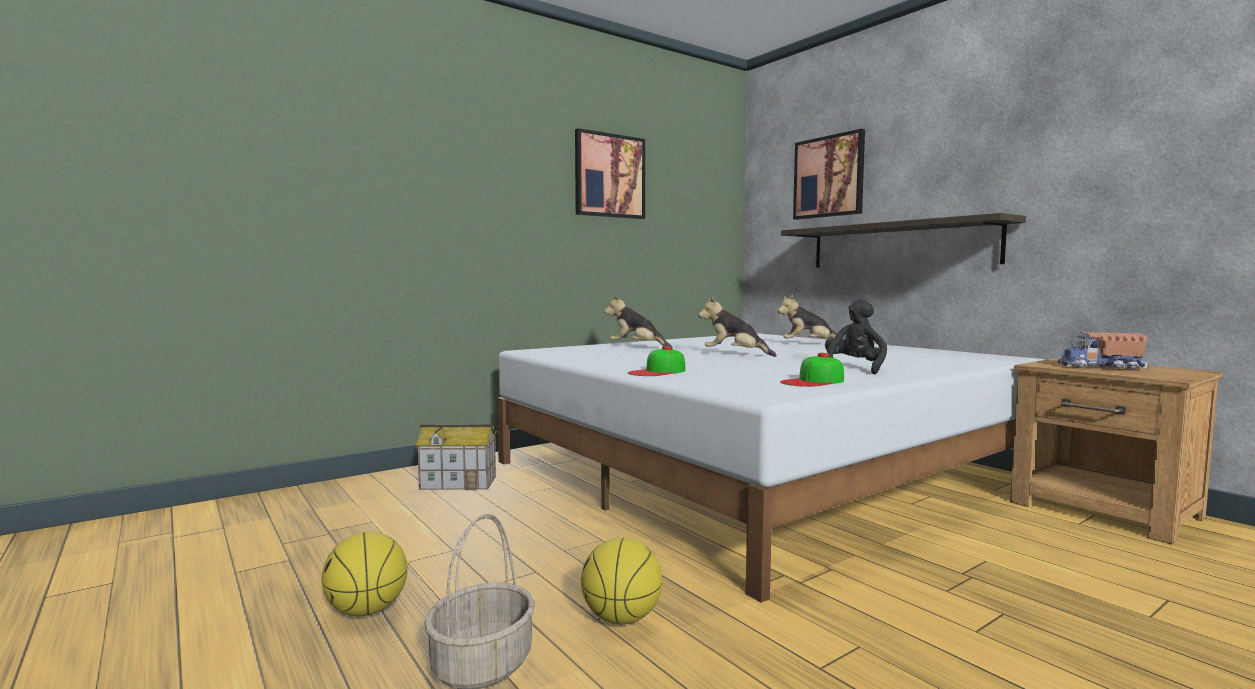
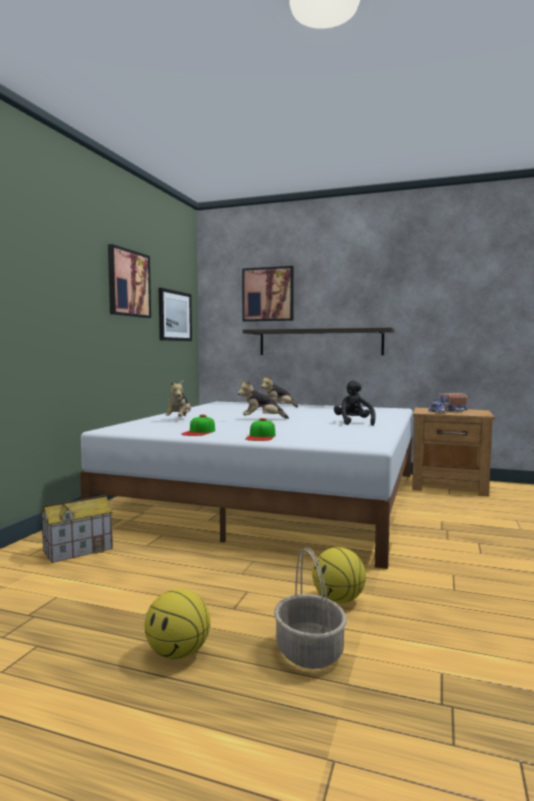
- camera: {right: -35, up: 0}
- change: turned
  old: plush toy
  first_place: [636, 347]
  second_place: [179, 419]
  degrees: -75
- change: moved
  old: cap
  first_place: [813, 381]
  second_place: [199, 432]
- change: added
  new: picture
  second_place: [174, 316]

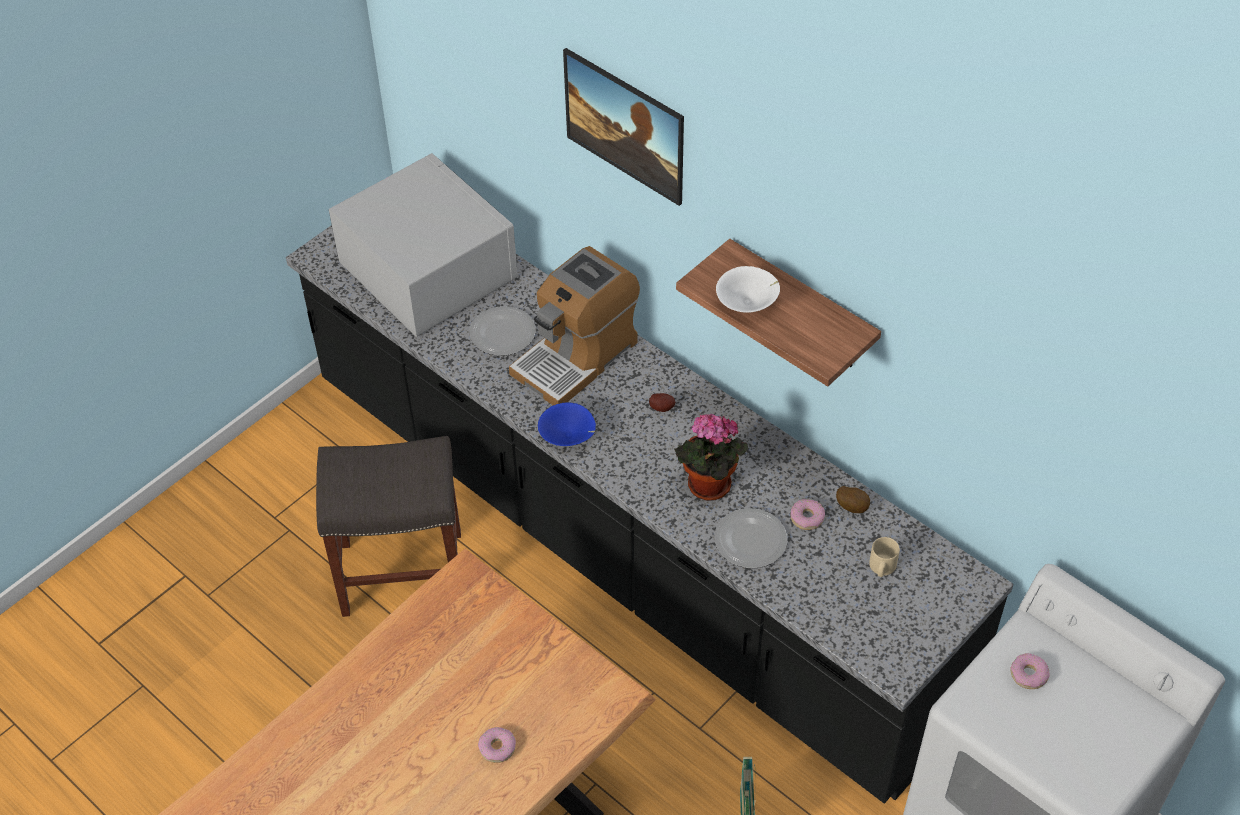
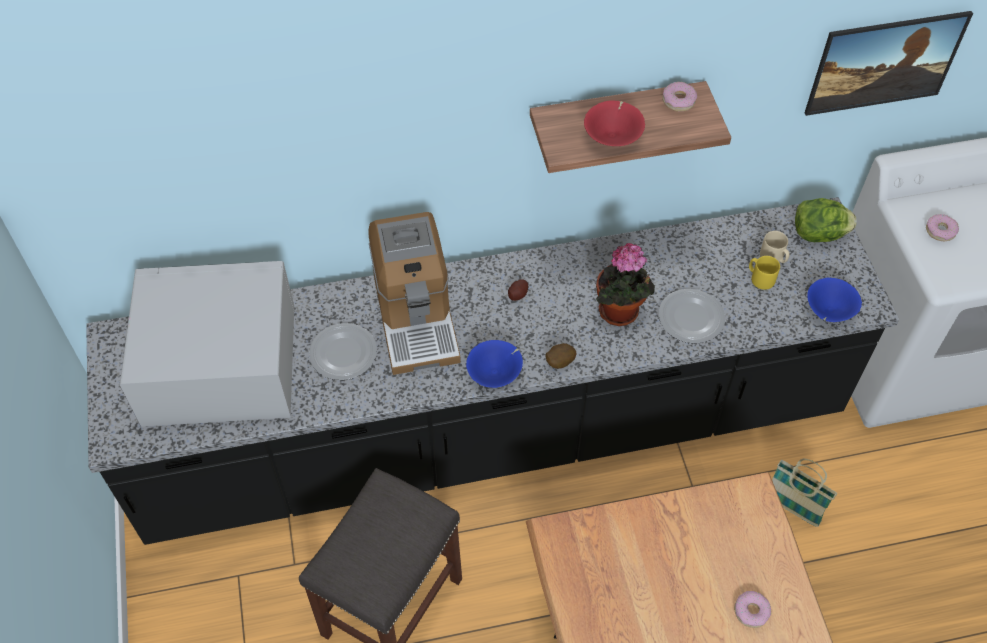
- camera: {right: -55, up: 5}
- change: moved
  old: picture
  first_place: [624, 147]
  second_place: [877, 83]
- change: recoloured
  old: white bowl
  new: red bowl
  first_place: [748, 304]
  second_place: [613, 137]
- change: moved
  old: potato
  first_place: [852, 506]
  second_place: [559, 362]
- change: moved
  old: donut
  first_place: [807, 517]
  second_place: [678, 101]
- change: added
  new: lettuce
  second_place: [818, 234]
- change: added
  new: yellow mug
  second_place: [760, 278]
- change: added
  new: blue bowl
  second_place: [828, 311]

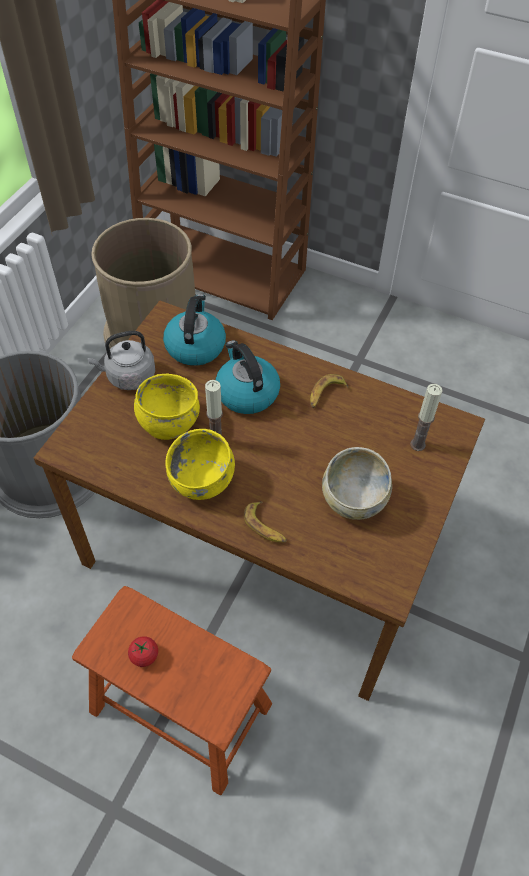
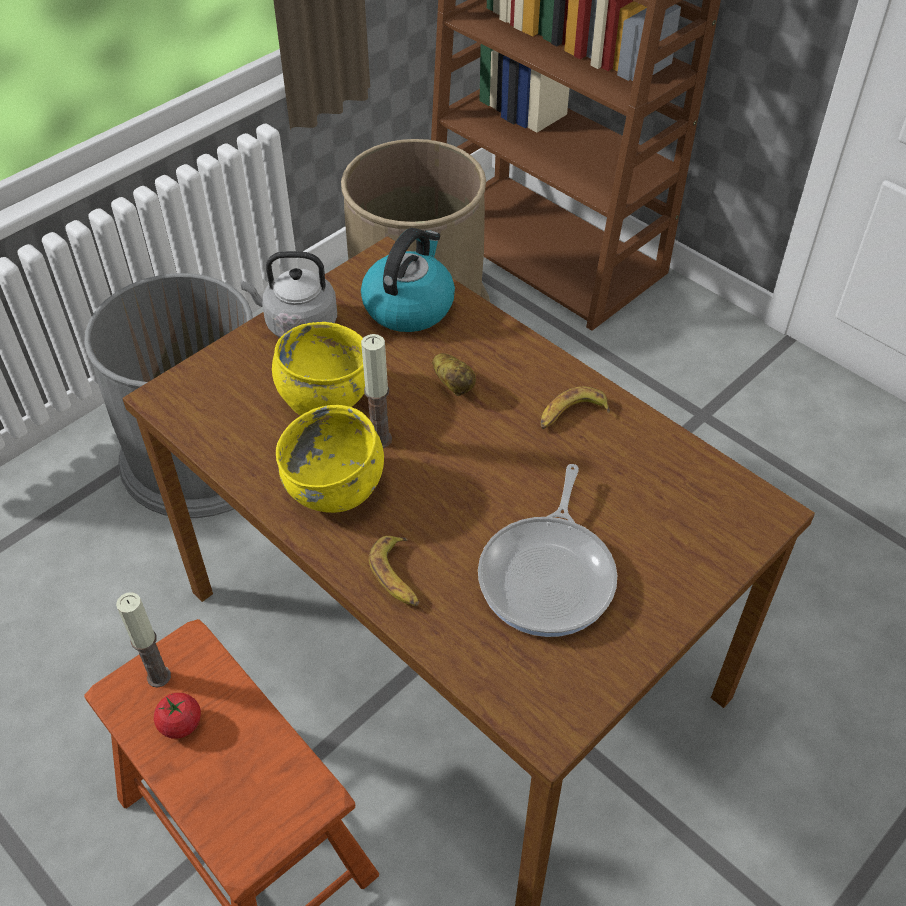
- camera: {right: 20, up: -5}
- change: replaced
  old: kettle
  new: potato
  first_place: [246, 392]
  second_place: [454, 384]
- change: moved
  old: candle
  first_place: [417, 444]
  second_place: [159, 676]
- change: replaced
  old: beige bowl
  new: frying pan
  first_place: [353, 499]
  second_place: [549, 575]

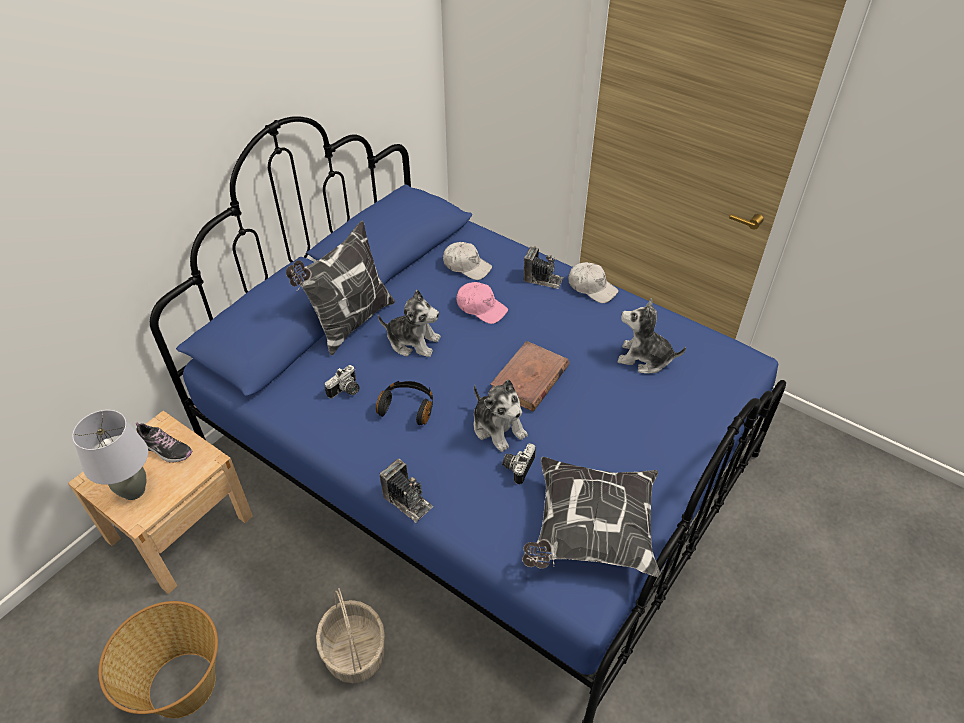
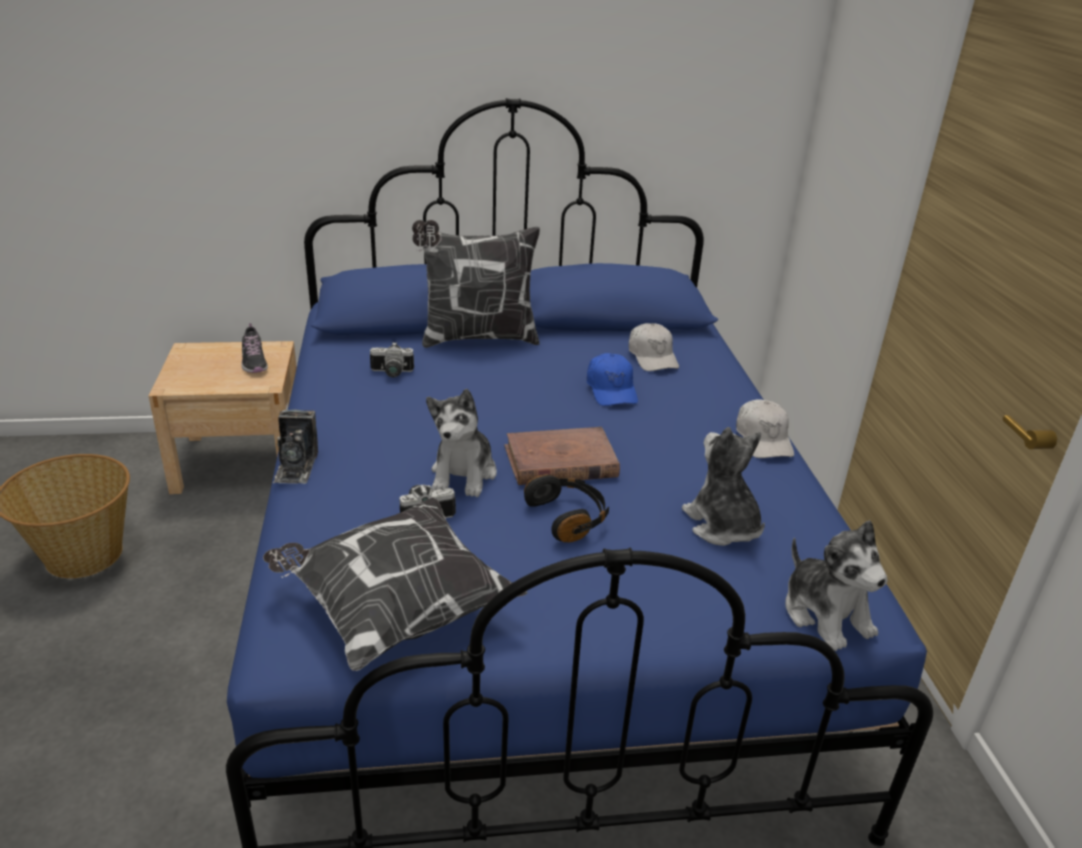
- camera: {right: 45, up: -15}
- change: removed
  old: photo camera
  first_place: [543, 279]
- change: recoloured
  old: pink cap
  new: blue cap
  first_place: [481, 308]
  second_place: [611, 390]
- change: moved
  old: plush toy
  first_place: [413, 342]
  second_place: [826, 614]
- change: moved
  old: black headphones
  first_place: [408, 407]
  second_place: [568, 517]
- change: removed
  old: grey table lamp
  first_place: [134, 491]
- change: removed
  old: basket
  first_place: [354, 651]

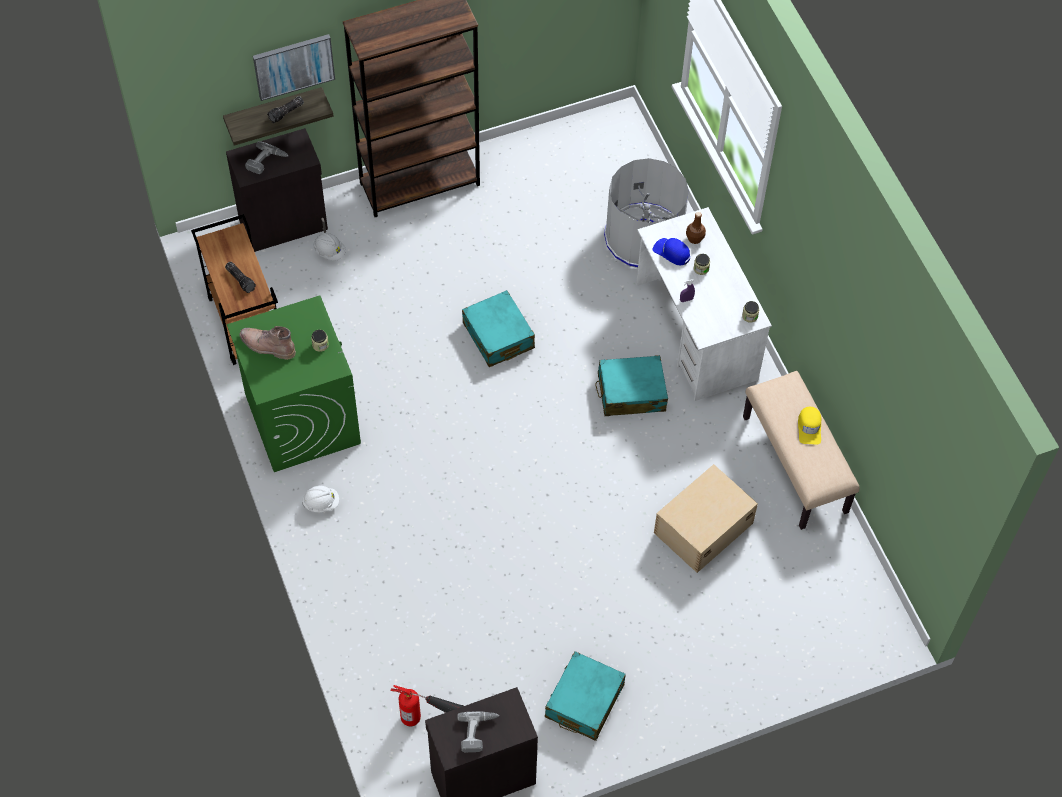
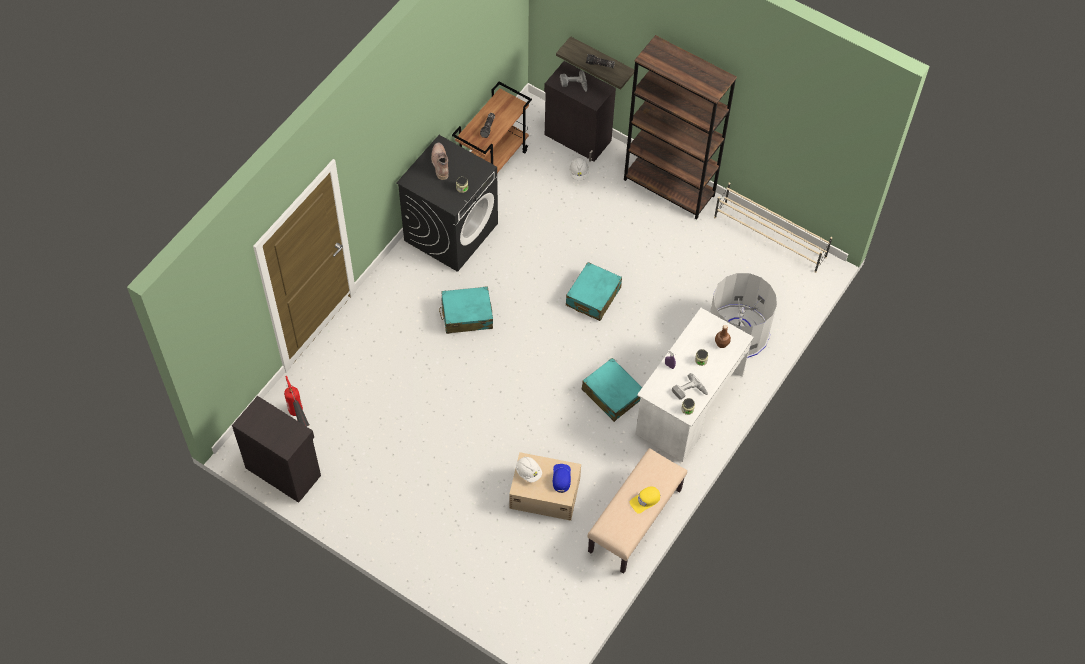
- camera: {right: 55, up: 0}
- change: removed
  old: picture
  first_place: [293, 65]
- change: moved
  old: blue cap
  first_place: [672, 252]
  second_place: [561, 478]
- change: recoloured
  old: green washing machine
  new: black washing machine
  first_place: [301, 418]
  second_place: [451, 231]
- change: moved
  old: white hard hat
  first_place: [321, 503]
  second_place: [528, 472]
- change: moved
  old: turquoise suitcase
  first_place: [584, 701]
  second_place: [466, 315]
- change: moved
  old: power drill
  first_place: [478, 732]
  second_place: [689, 392]
- change: added
  new: beige shoe rack
  second_place: [770, 237]

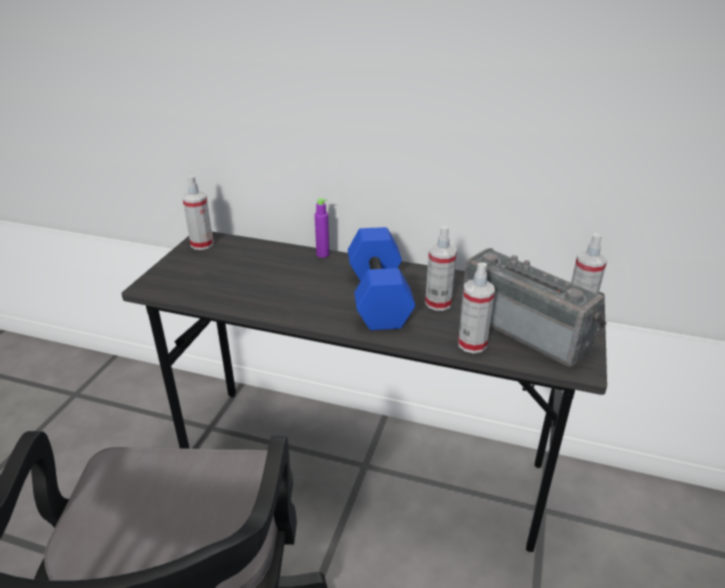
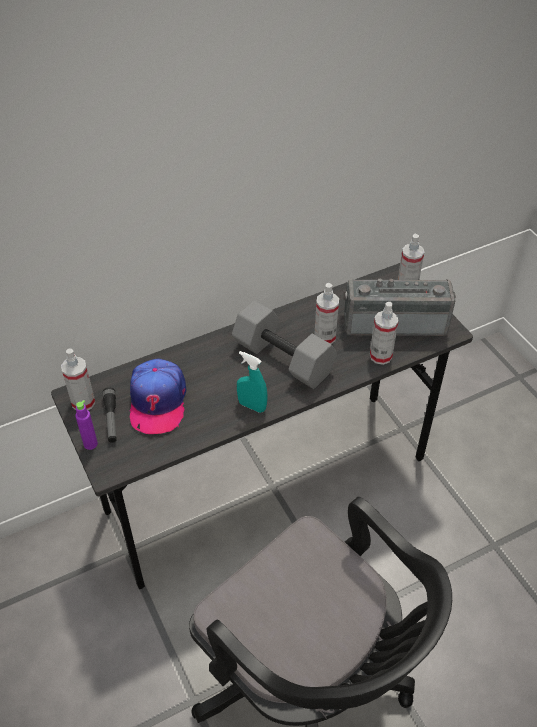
- camera: {right: -45, up: 15}
- change: moved
  old: purple bottle
  first_place: [323, 254]
  second_place: [90, 444]
- change: recoloured
  old: blue dumbbell
  new: grey dumbbell
  first_place: [380, 297]
  second_place: [285, 358]
- change: added
  new: turquoise spray bottle
  second_place: [252, 406]
- change: added
  new: cap
  second_place: [157, 401]
- change: added
  new: flashlight
  second_place: [111, 419]

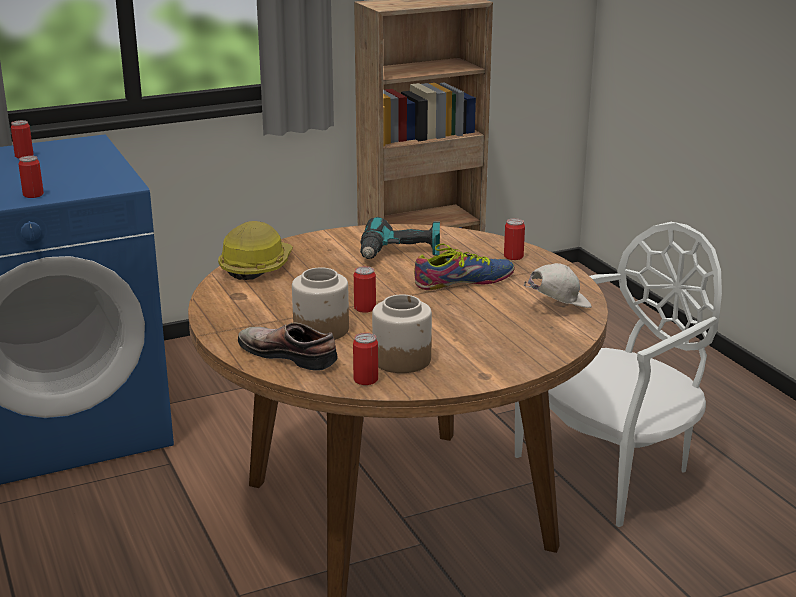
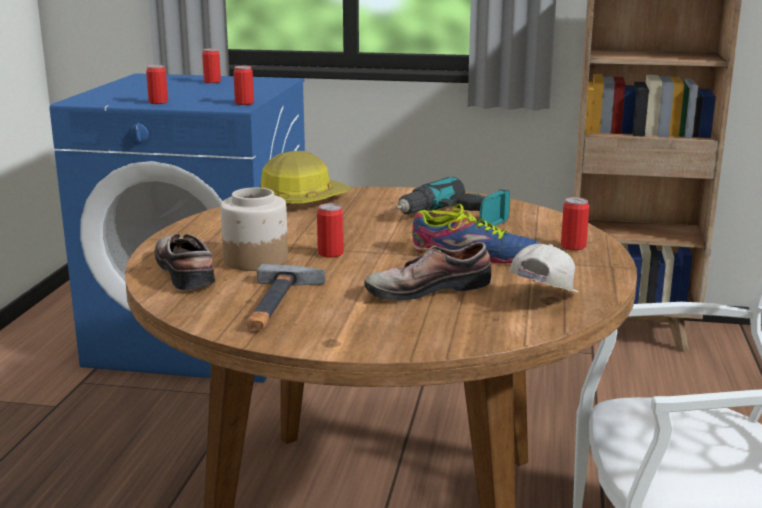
- camera: {right: 35, up: -5}
- change: turned
  old: white cap
  first_place: [557, 305]
  second_place: [540, 301]
  degrees: -75
- change: replaced
  old: jar
  new: hammer
  first_place: [402, 359]
  second_place: [278, 304]
- change: moved
  old: can
  first_place: [365, 380]
  second_place: [244, 103]
- change: added
  new: shoe
  second_place: [425, 288]

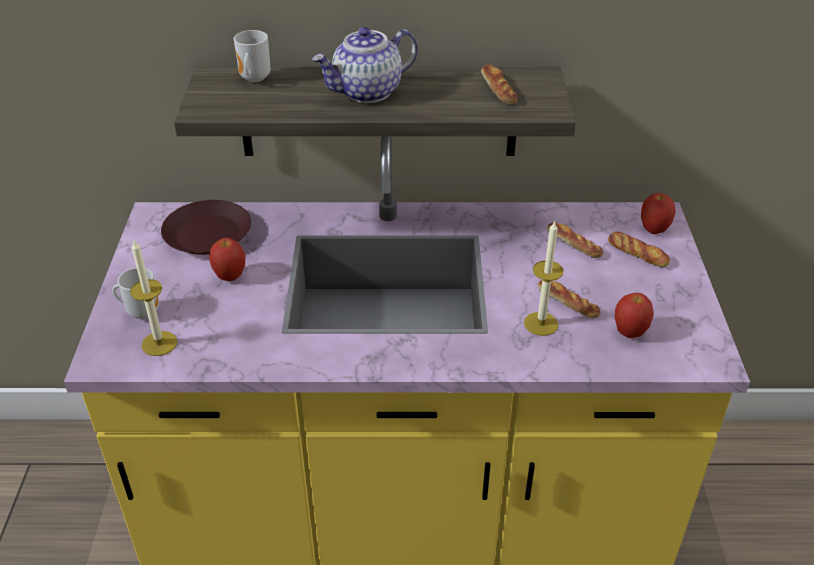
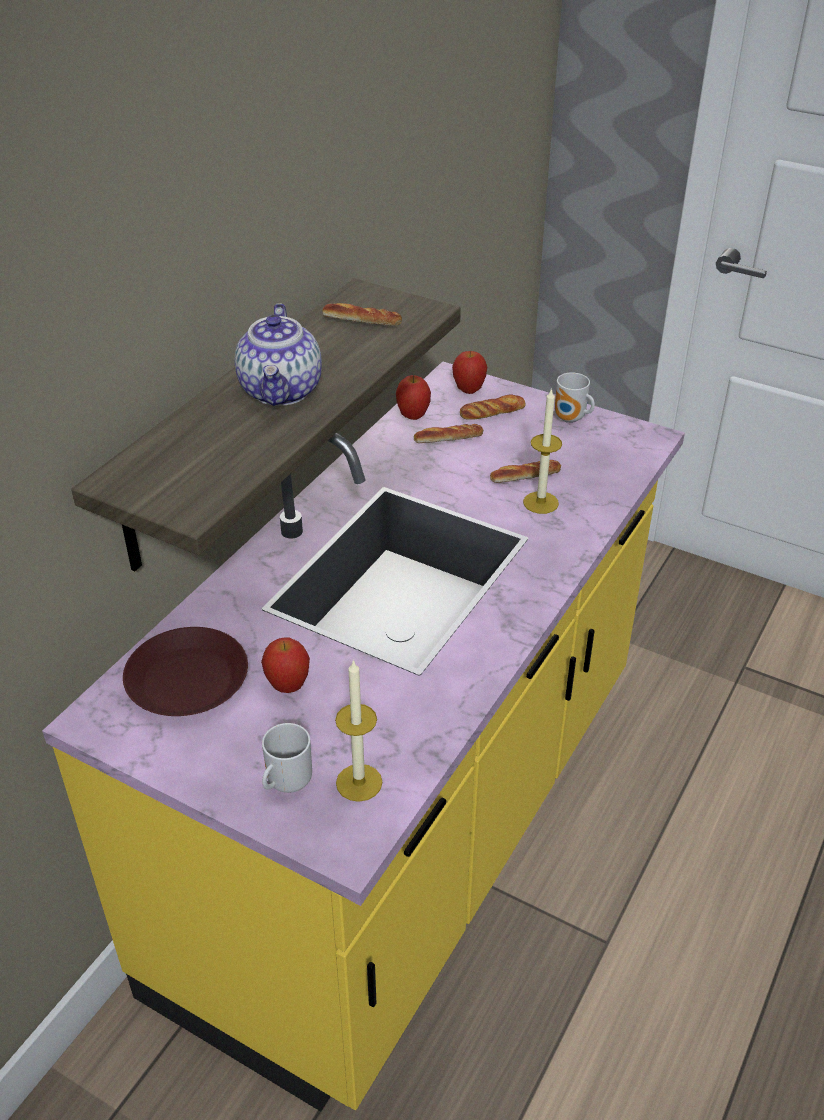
- camera: {right: -60, up: 0}
- change: moved
  old: mug
  first_place: [253, 79]
  second_place: [570, 419]
- change: moved
  old: apple
  first_place: [629, 333]
  second_place: [413, 416]

